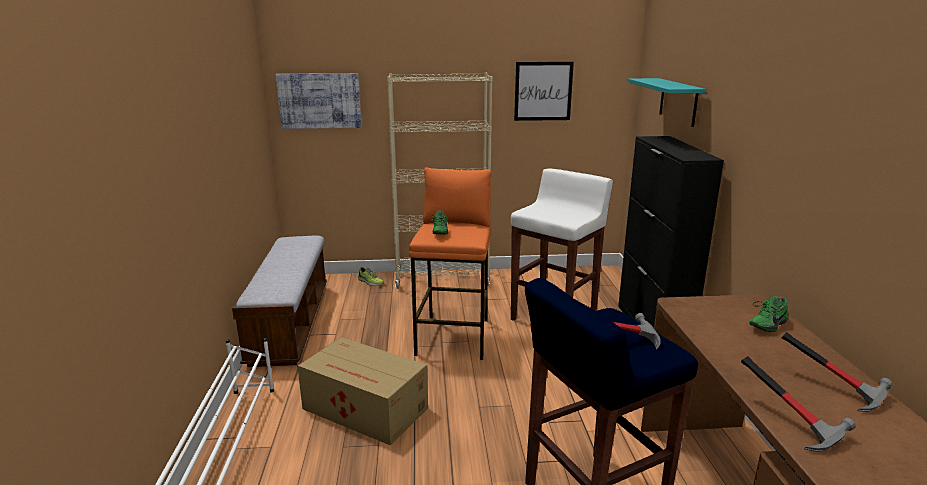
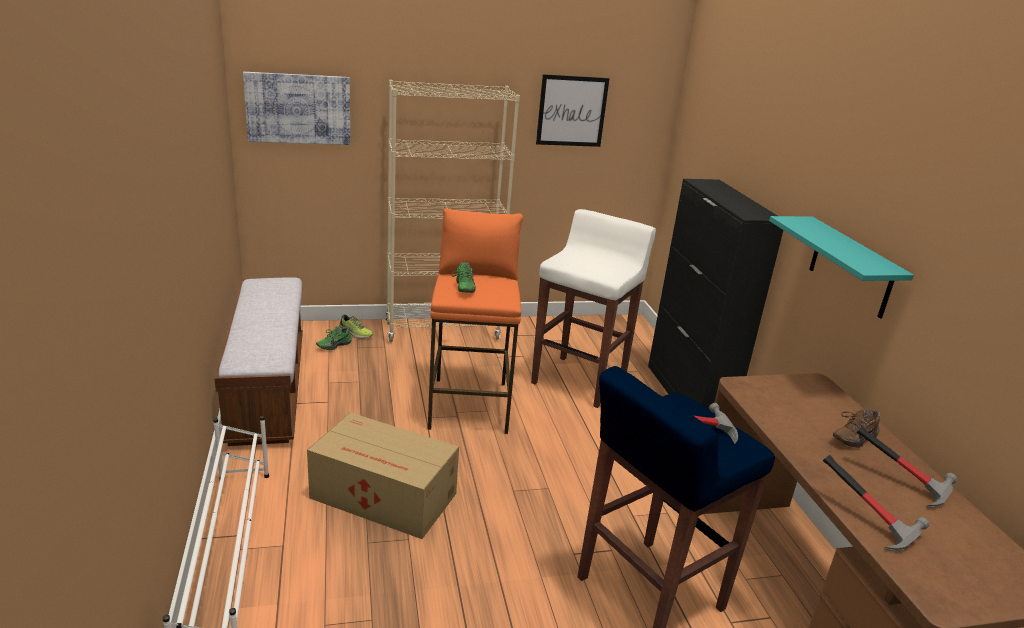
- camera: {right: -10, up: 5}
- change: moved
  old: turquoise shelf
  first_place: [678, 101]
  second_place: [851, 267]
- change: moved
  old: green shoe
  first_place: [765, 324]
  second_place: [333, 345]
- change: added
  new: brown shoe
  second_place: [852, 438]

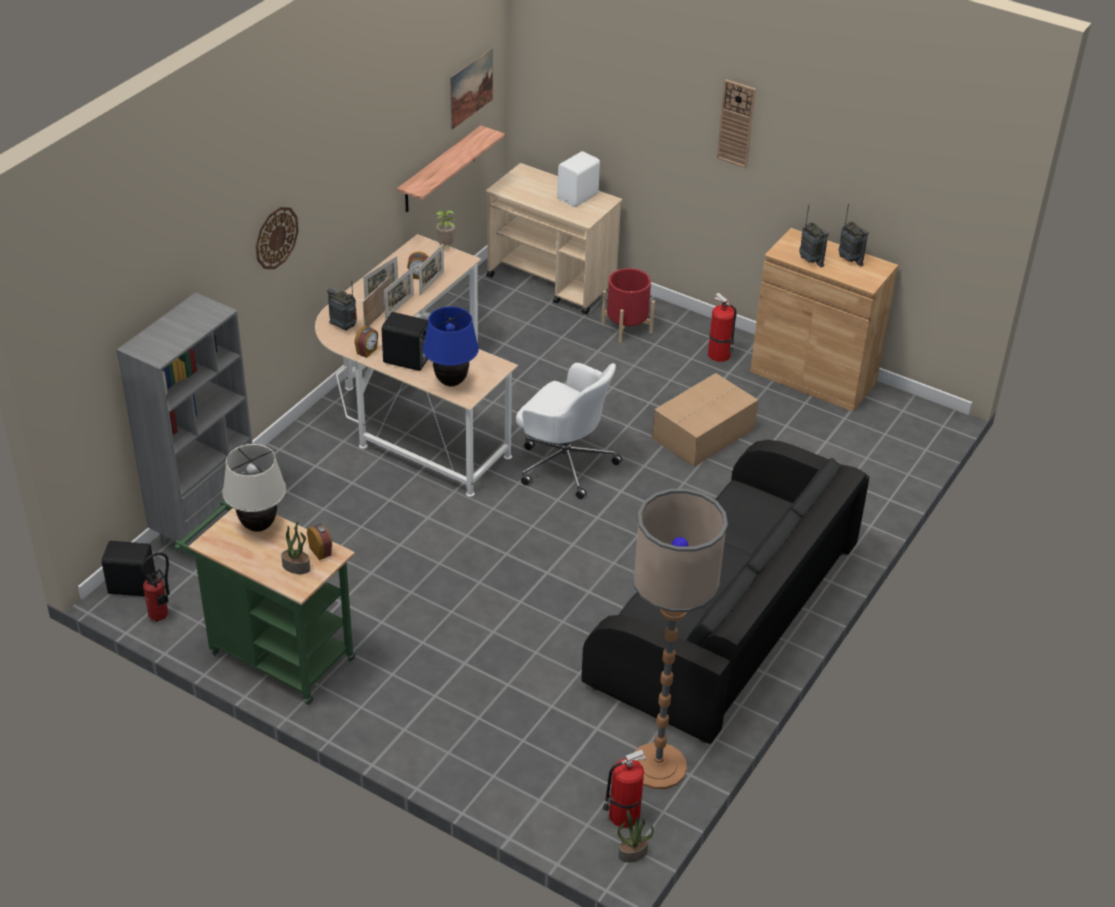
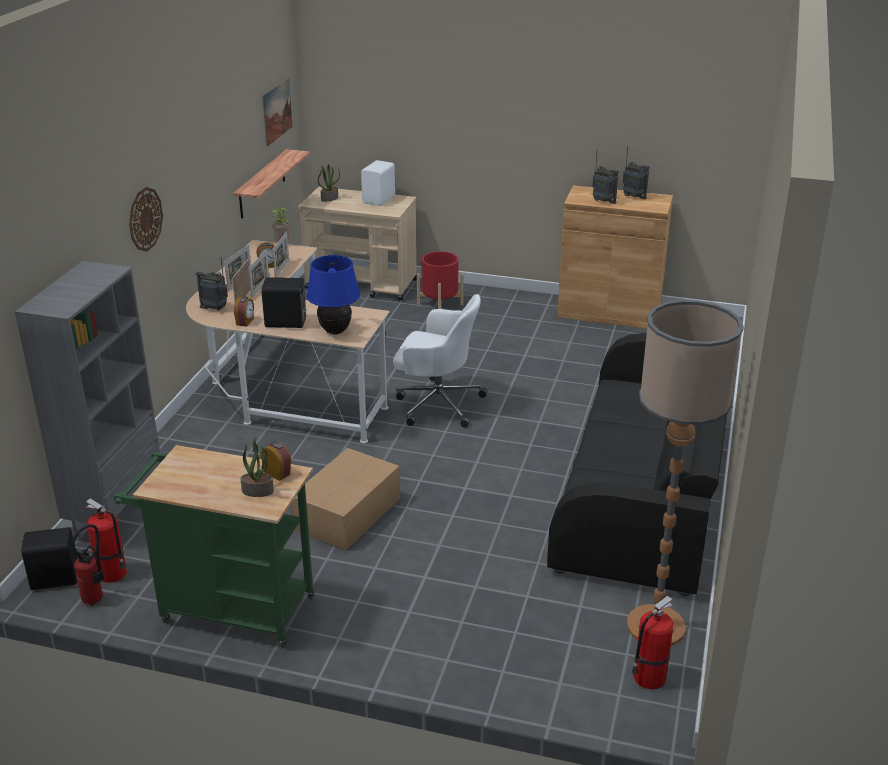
- camera: {right: -15, up: -10}
- change: removed
  old: wall clock
  first_place: [736, 123]
- change: moved
  old: fire extinguisher
  first_place: [720, 355]
  second_place: [113, 573]
- change: moved
  old: cardboard box
  first_place: [705, 433]
  second_place: [349, 513]
- change: removed
  old: beige table lamp
  first_place: [258, 526]
- change: moved
  old: potted plant
  first_place: [633, 853]
  second_place: [329, 198]

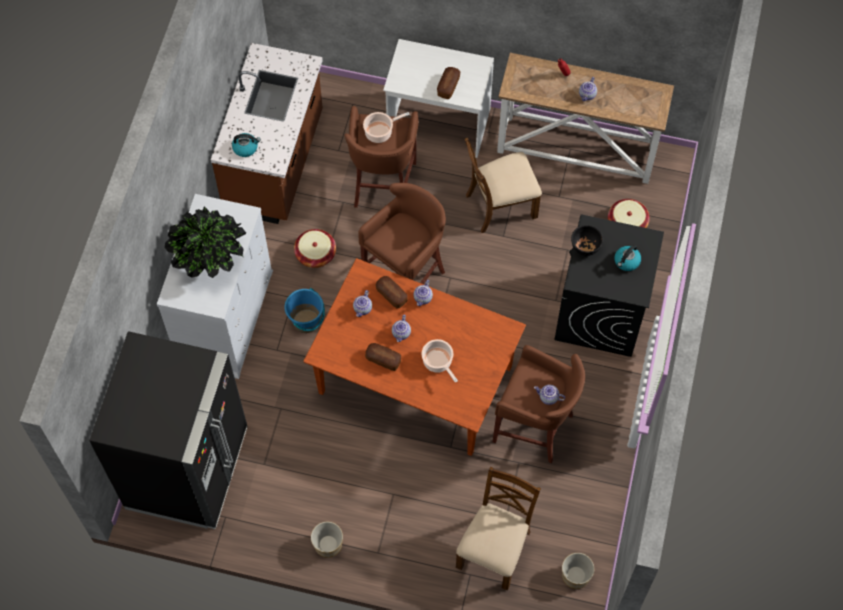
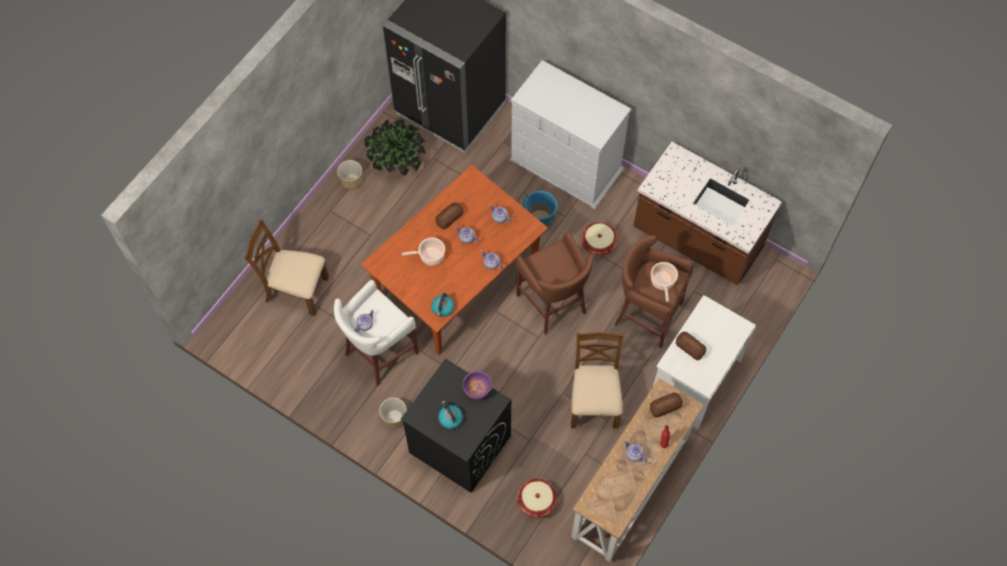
- camera: {right: 110, up: 0}
- change: moved
  old: kettle
  first_place: [246, 148]
  second_place: [443, 308]
- change: moved
  old: potted plant
  first_place: [210, 259]
  second_place: [397, 161]
- change: recoloured
  old: black bowl
  new: purple bowl
  first_place: [585, 247]
  second_place: [477, 390]
- change: moved
  old: bread
  first_place: [391, 295]
  second_place: [665, 407]
- change: recoloured
  old: brown stool
  new: white stool
  first_place: [535, 427]
  second_place: [379, 354]
- change: turned
  old: brown chair
  first_place: [495, 549]
  second_place: [296, 289]
  degrees: 150
- change: moved
  old: planter
  first_place: [575, 576]
  second_place: [394, 417]

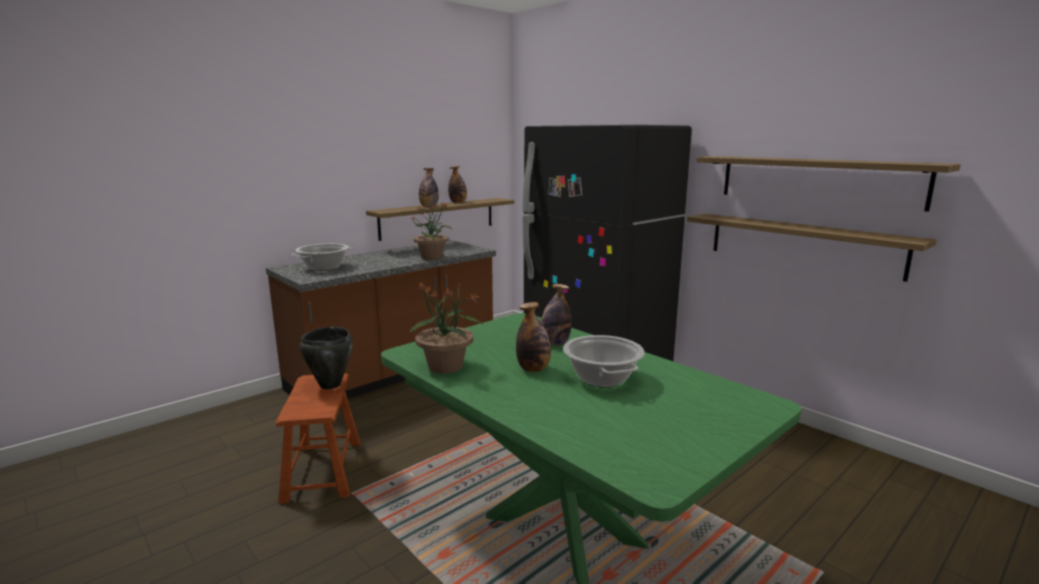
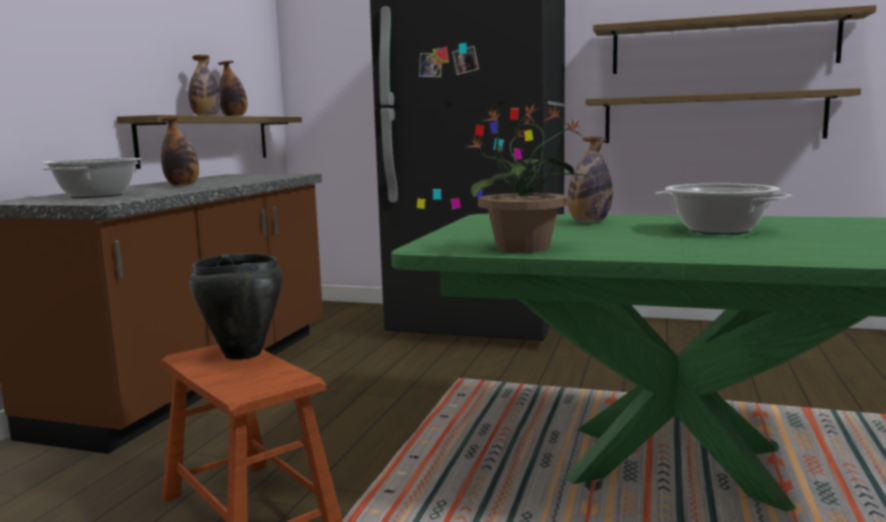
- camera: {right: -30, up: -5}
- change: removed
  old: potted plant
  first_place: [432, 257]
- change: moved
  old: bottle
  first_place: [533, 369]
  second_place: [182, 185]

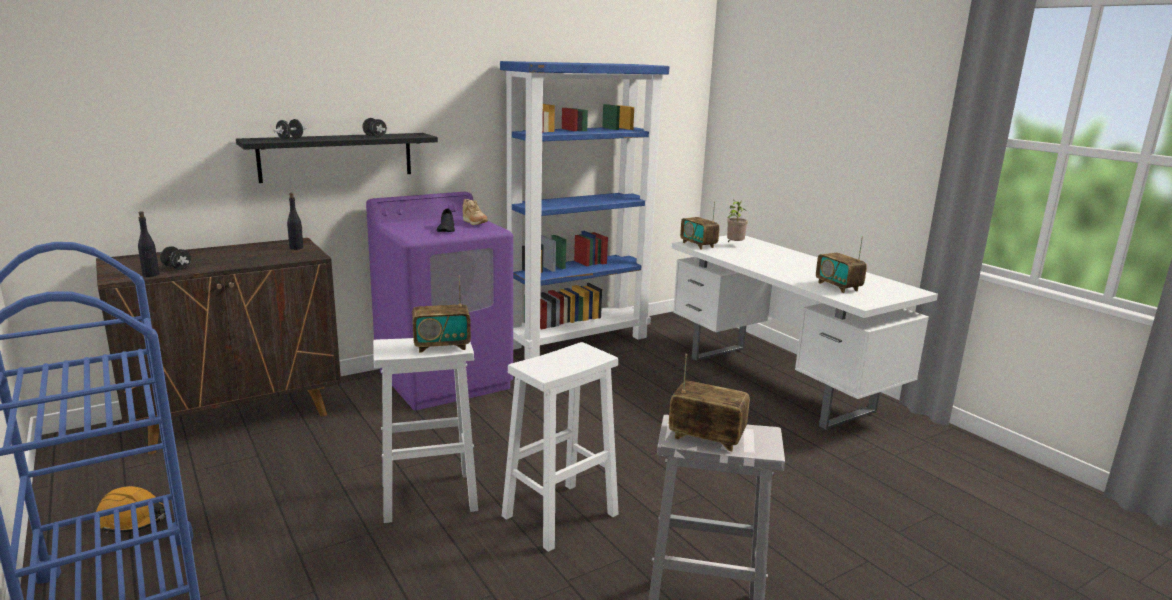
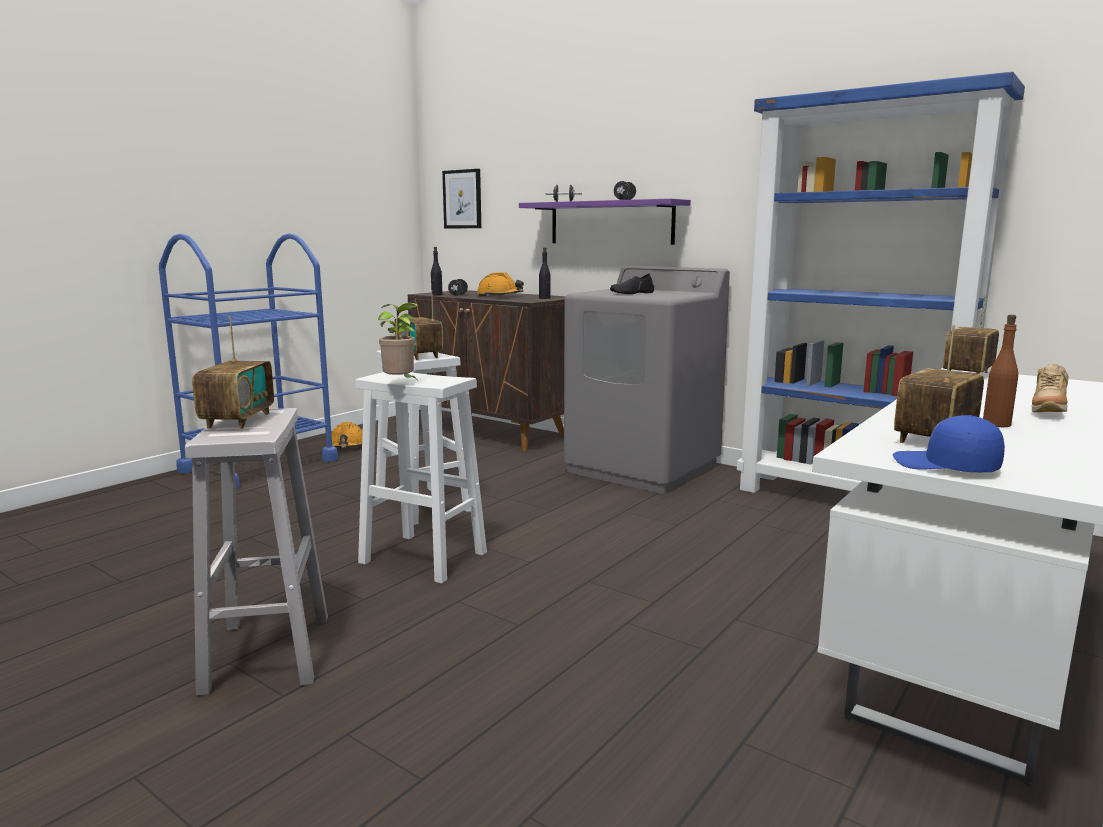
- camera: {right: 70, up: -5}
- change: recoloured
  old: black shelf
  new: purple shelf
  first_place: [337, 157]
  second_place: [610, 223]
- change: recoloured
  old: purple washing machine
  new: grey washing machine
  first_place: [444, 379]
  second_place: [643, 468]
- change: moved
  old: beige shoe
  first_place: [474, 223]
  second_place: [1048, 412]
- change: moved
  old: potted plant
  first_place: [734, 245]
  second_place: [401, 383]
- change: added
  new: picture
  second_place: [462, 199]
- change: added
  new: orange hard hat
  second_place: [500, 296]
- change: added
  new: brown bottle
  second_place: [996, 424]
- change: added
  new: blue cap
  second_place: [945, 466]

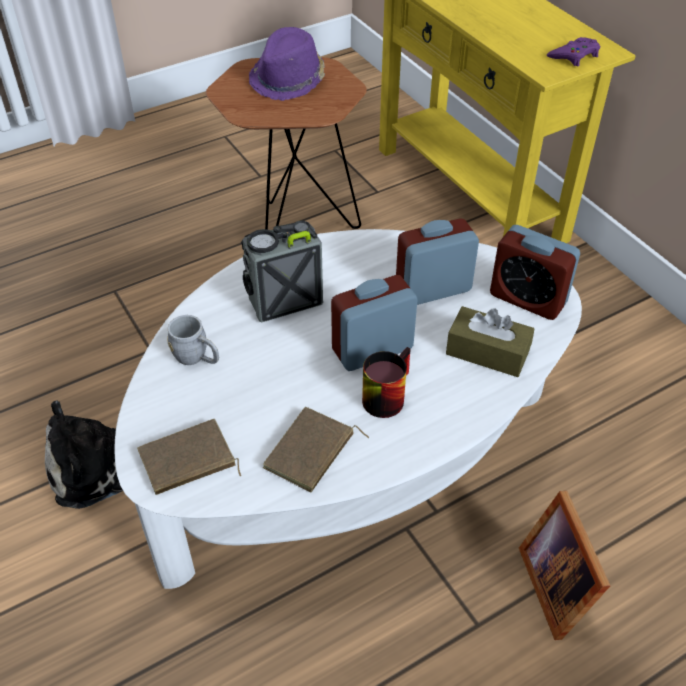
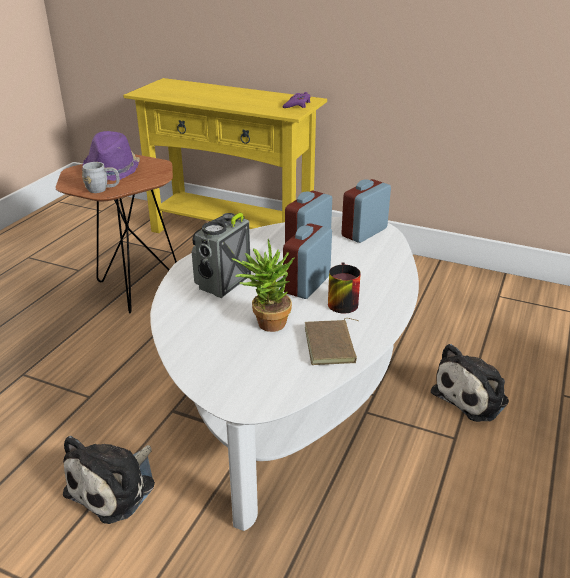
- camera: {right: -35, up: -15}
- change: turned
  old: alarm clock
  first_place: [527, 298]
  second_place: [364, 232]
  degrees: 135
- change: removed
  old: brown tissue box
  first_place: [487, 352]
- change: moved
  old: grey mug
  first_place: [197, 358]
  second_place: [102, 189]
- change: removed
  old: brown book
  first_place: [188, 462]
- change: replaced
  old: picture frame
  new: plush toy
  first_place: [558, 584]
  second_place: [473, 396]
- change: added
  new: potted plant
  second_place: [266, 322]

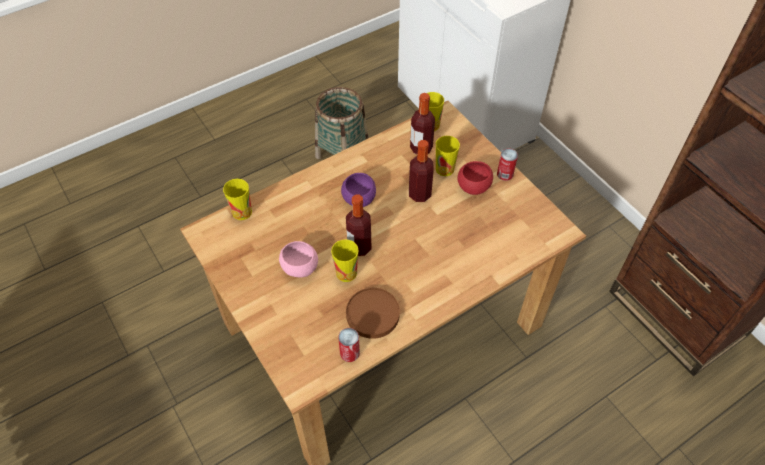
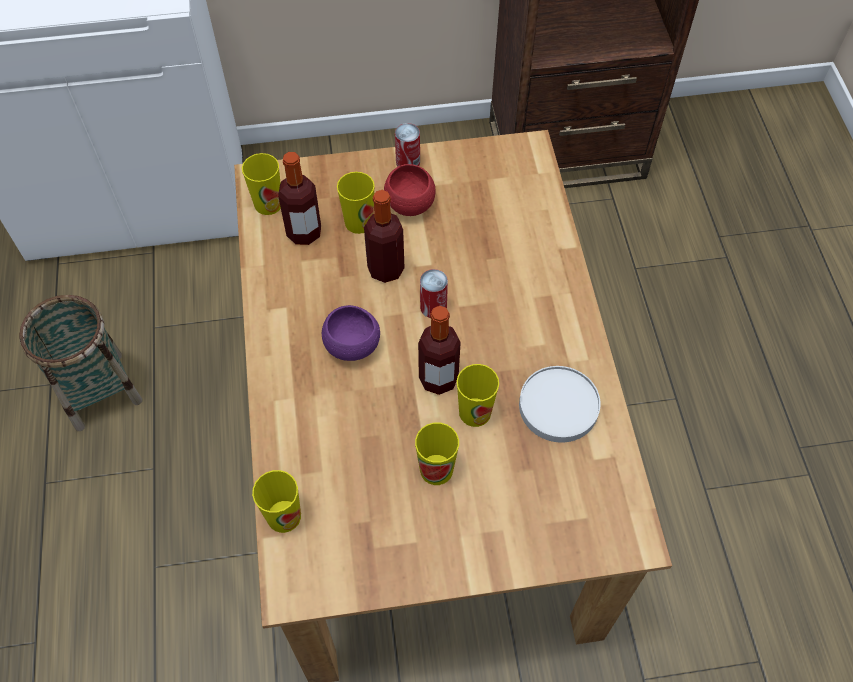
- camera: {right: -65, up: 5}
- change: replaced
  old: pink bowl
  new: cup
  first_place: [300, 268]
  second_place: [436, 469]
- change: recoloured
  old: brown plate
  new: white plate
  first_place: [373, 314]
  second_place: [558, 405]
- change: moved
  old: can
  first_place: [349, 353]
  second_place: [433, 307]

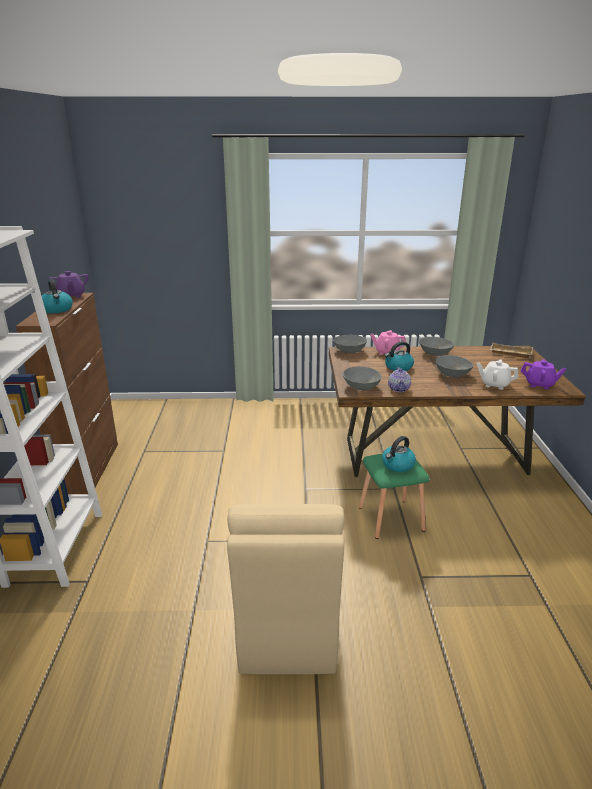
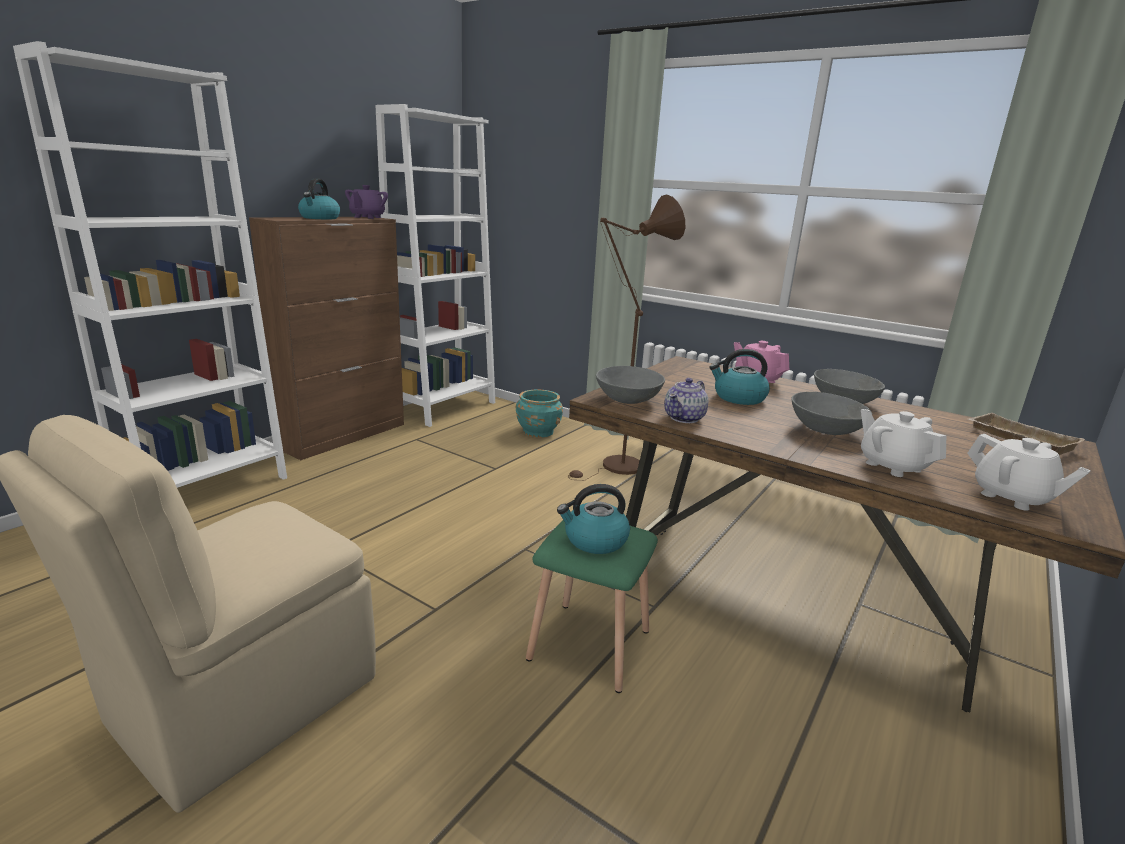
- camera: {right: 35, up: -5}
- change: removed
  old: grey bowl
  first_place: [350, 351]
- change: recoloured
  old: purple teapot
  new: white teapot
  first_place: [539, 385]
  second_place: [1012, 497]
- change: added
  new: white bookcase
  second_place: [444, 407]
- change: added
  new: brown floor lamp
  second_place: [616, 468]
- change: added
  new: turquoise planter
  second_place: [538, 431]

